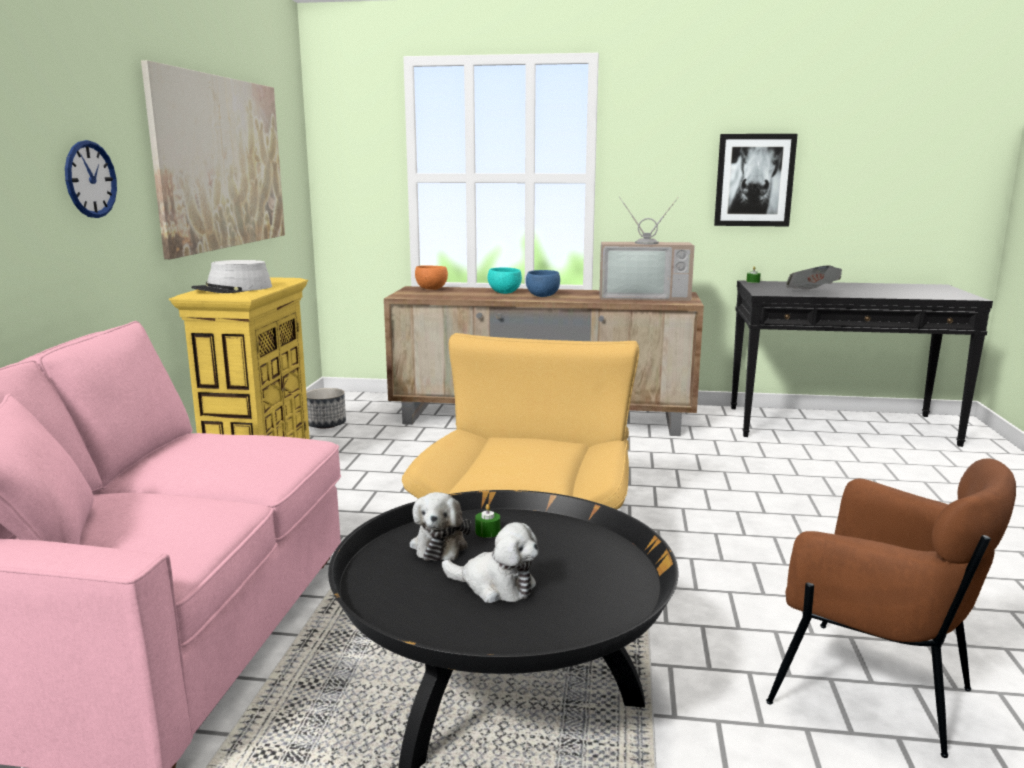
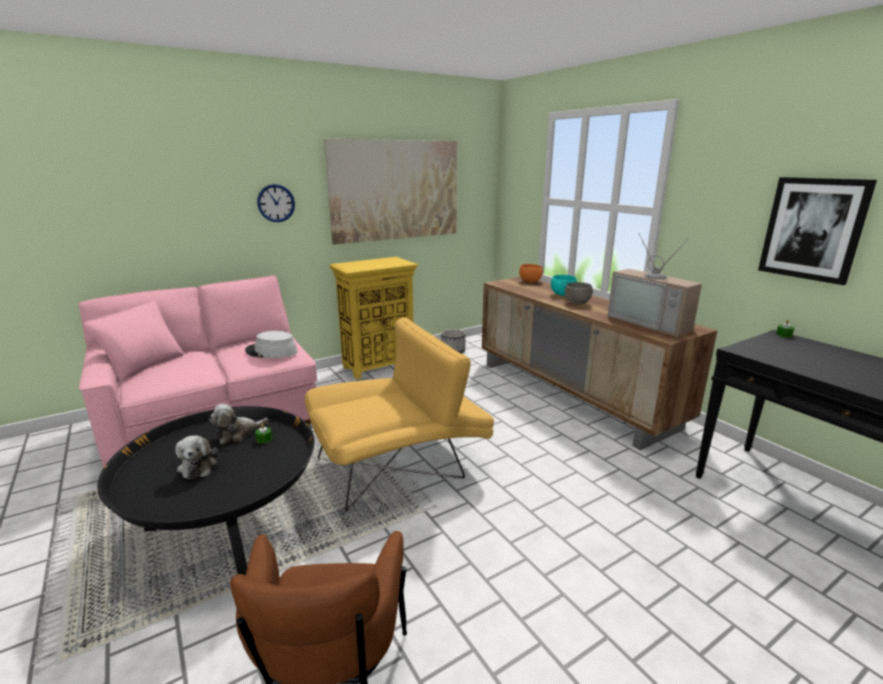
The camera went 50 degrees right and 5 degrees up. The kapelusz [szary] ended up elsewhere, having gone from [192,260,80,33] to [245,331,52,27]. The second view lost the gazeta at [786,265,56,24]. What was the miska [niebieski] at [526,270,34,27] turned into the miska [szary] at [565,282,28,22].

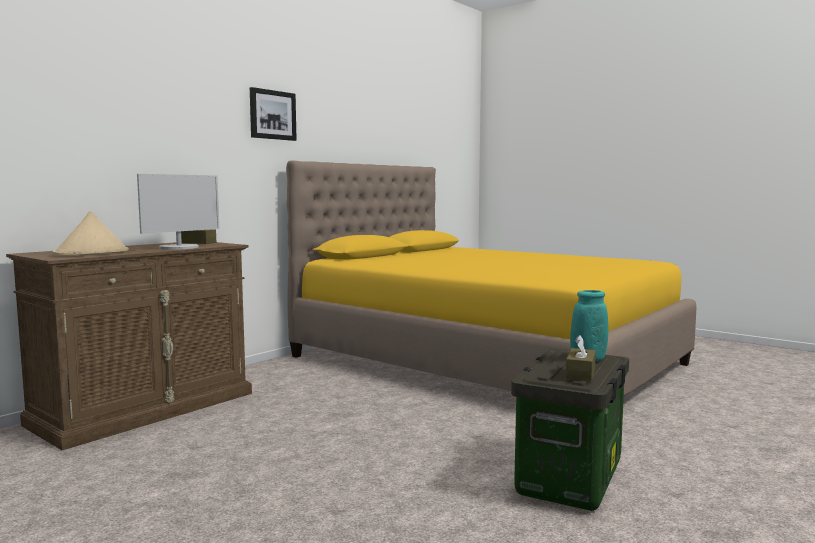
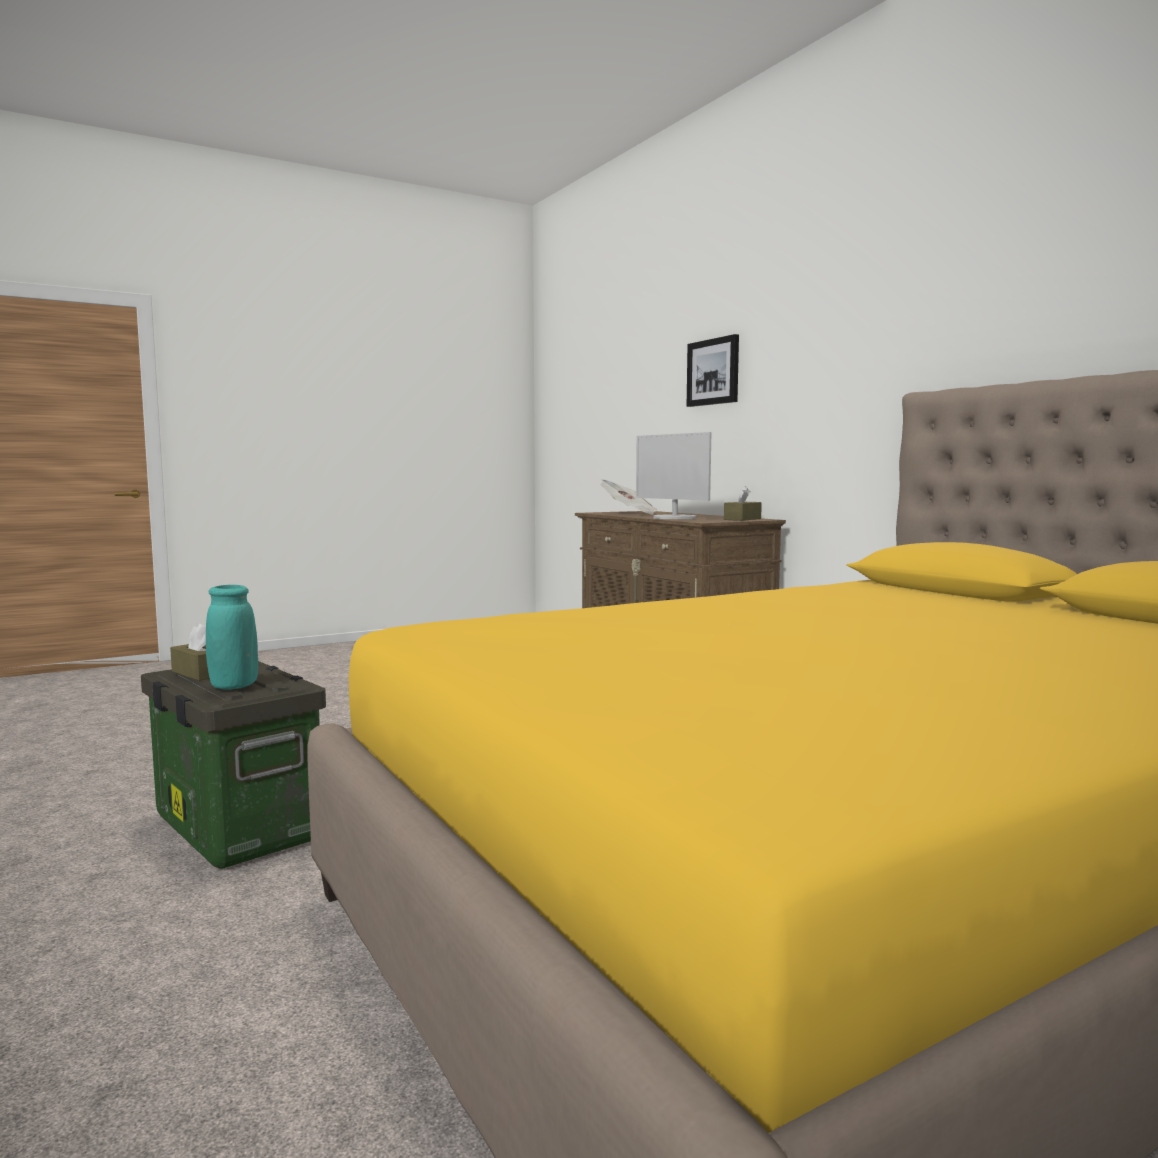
The camera went 110 degrees right and 0 degrees up. The obraz ended up elsewhere, having gone from [250,87,47,54] to [687,334,52,73]. Where the kapelusz [beżowy] stood at [52,211,77,44], the gazeta came to stand at [600,479,57,36].

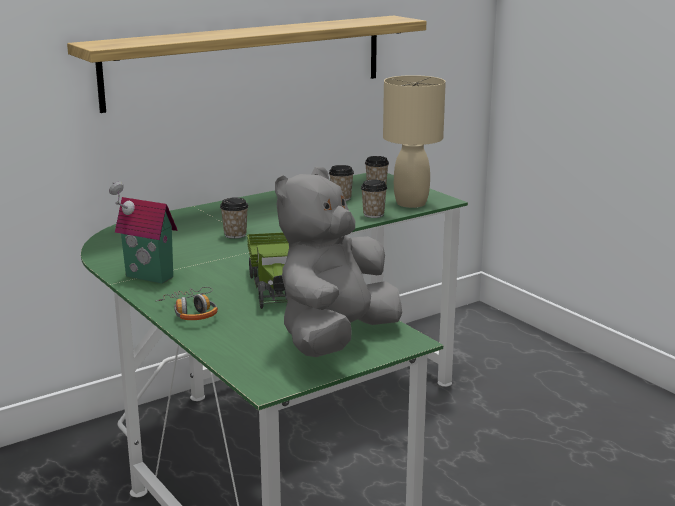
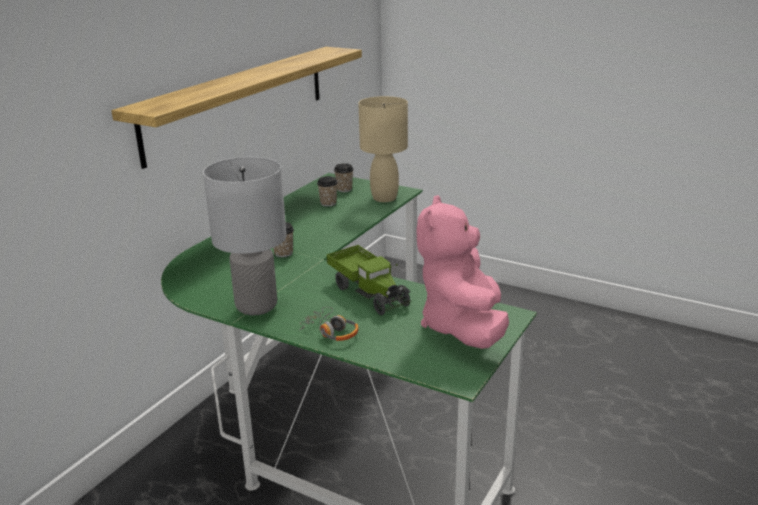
The camera went 25 degrees left and 5 degrees up. What was the pluszak [szary] at [275,167,127,190] turned into the pluszak [różowy] at [417,195,92,154]. The second view lost the filiżanka at [361,180,26,38]. Where the domek stood at [109,181,69,102], the lampa stołowa [szary] came to stand at [203,157,84,159].

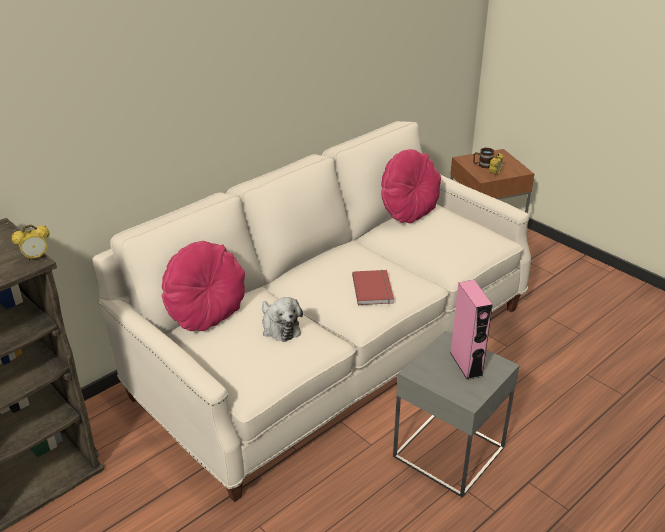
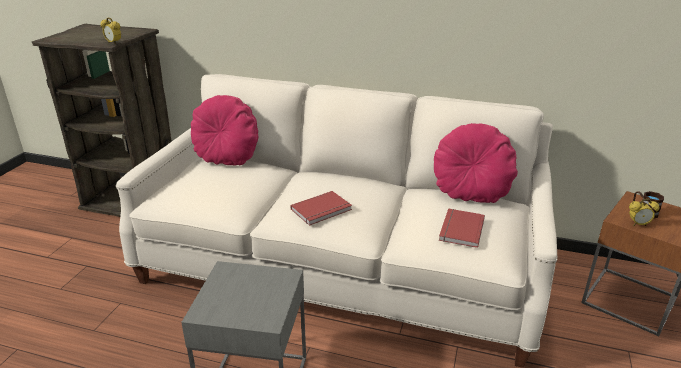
The camera went 60 degrees right and 5 degrees down. The second view lost the głośnik [różowy] at [450,280,43,100]. The second view lost the pluszak at [262,297,41,45]. The second view gained the książka [czerwony] at [439,208,46,40].

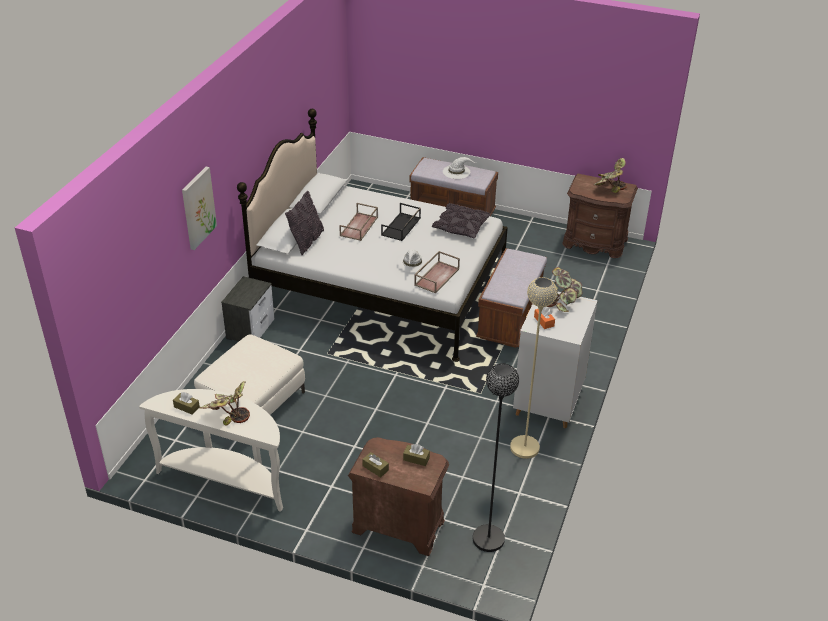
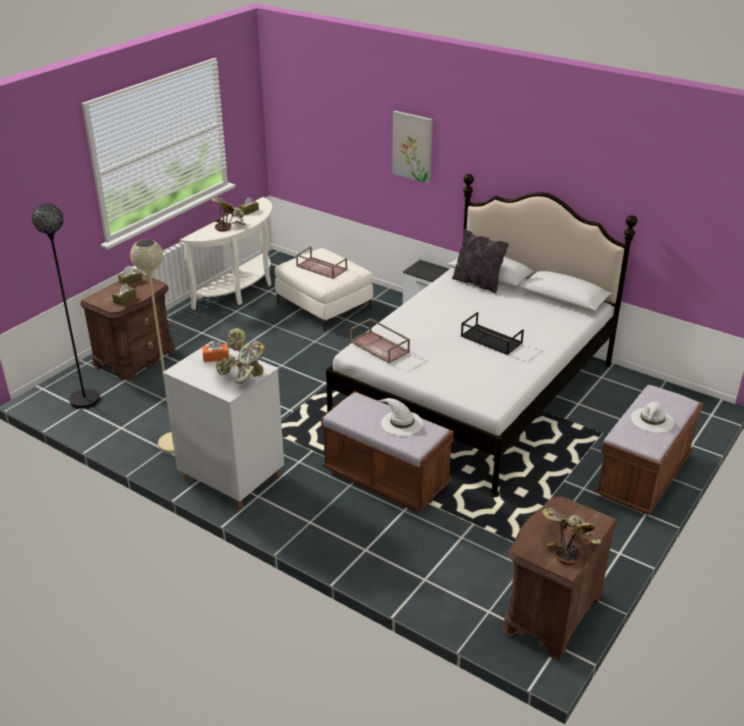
The camera went 105 degrees right and 5 degrees down. The taca [brązowy] ended up elsewhere, having gone from [339,203,39,38] to [296,246,51,33]. The second view lost the poduszka [czarny] at [432,203,59,35]. The kapelusz [biały] ended up elsewhere, having gone from [396,249,33,23] to [375,398,48,38].

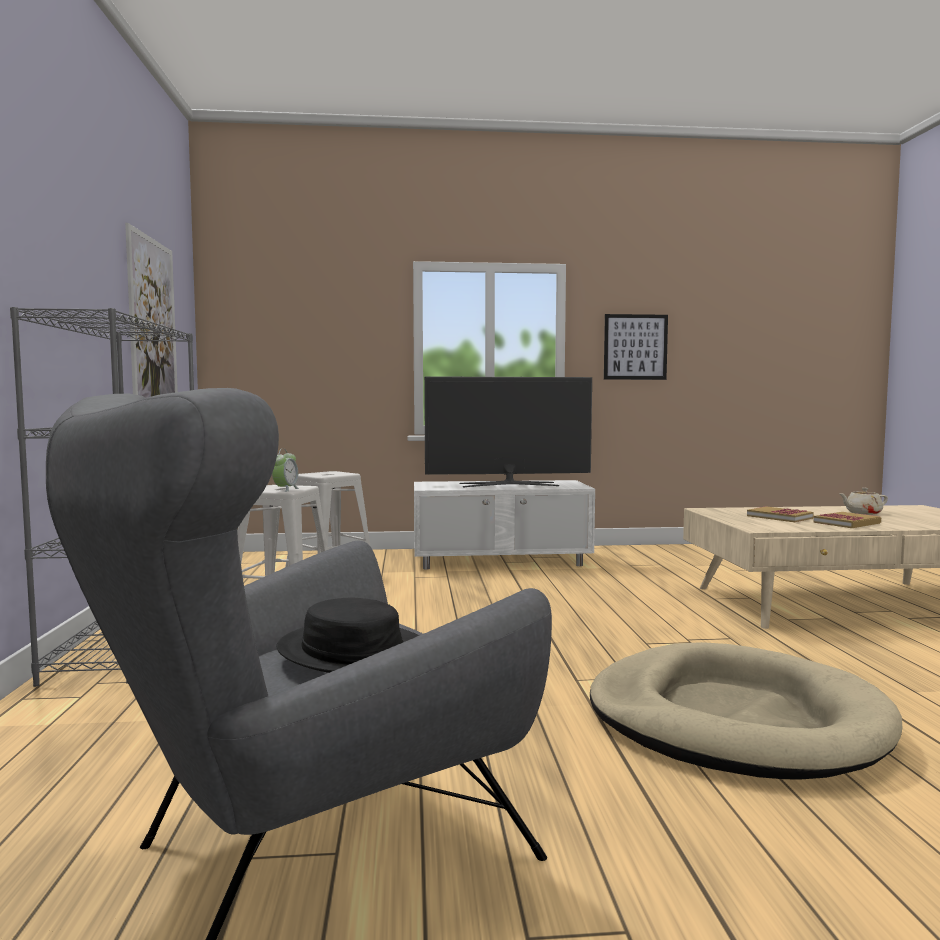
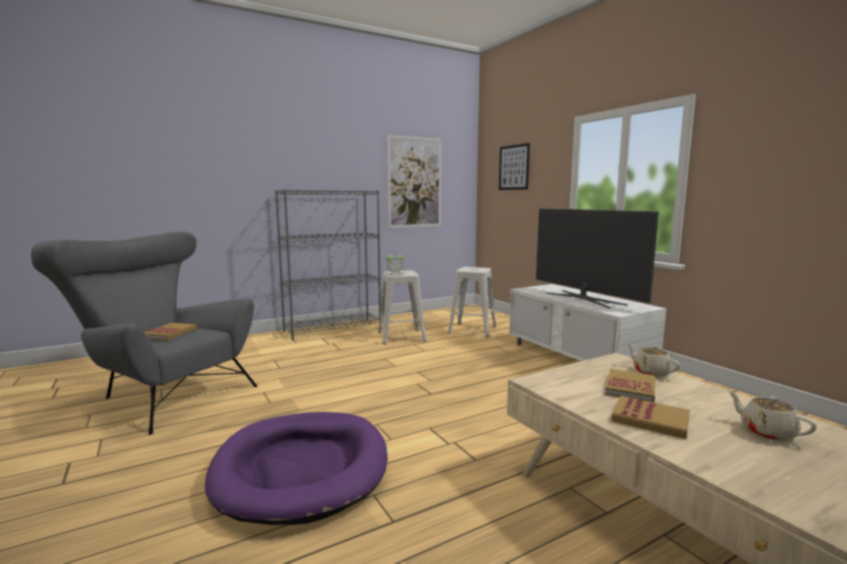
The camera went 65 degrees right and 5 degrees up. The obraz ended up elsewhere, having gone from [604,314,64,66] to [499,143,31,47]. Where the kapelusz [czarny] stood at [277,598,142,75], the książka came to stand at [144,323,53,18]. What was the legowisko [beżowy] at [590,642,312,138] turned into the legowisko [fioletowy] at [205,412,183,113]. The second view gained the imbryk [beżowy] at [627,344,53,33].

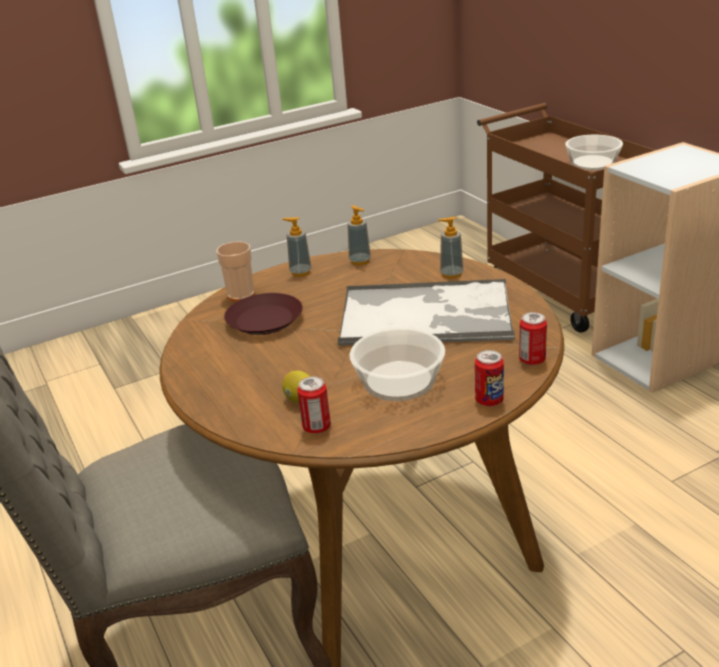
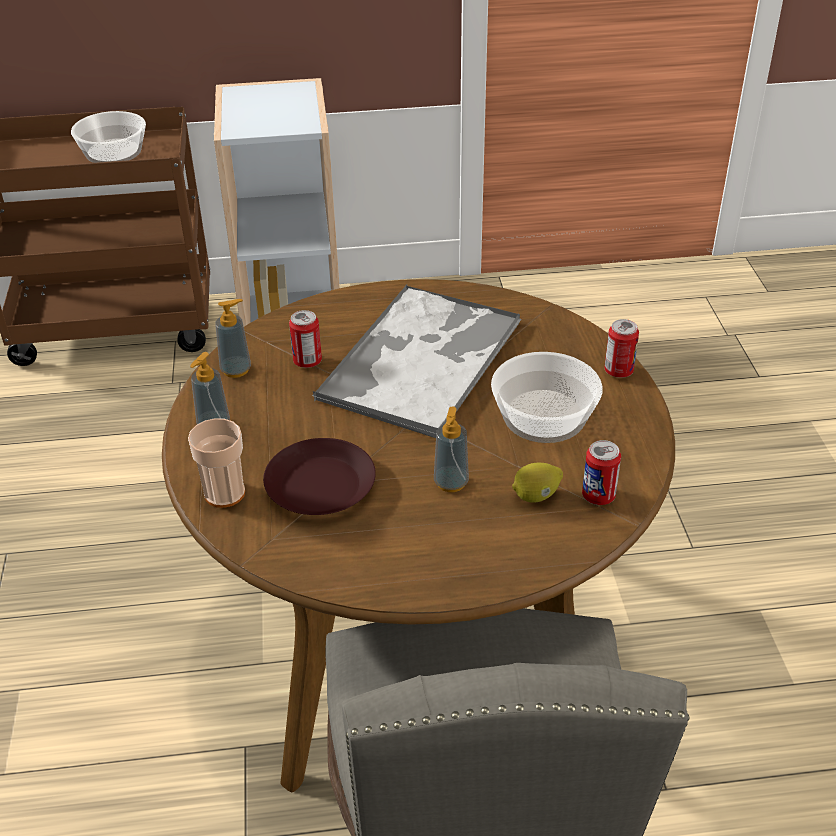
The camera went 70 degrees left and 10 degrees up. The dozownik mydła ended up elsewhere, having gone from [438,217,26,62] to [434,406,35,86]. The puszka ended up elsewhere, having gone from [519,312,28,53] to [289,310,33,58].

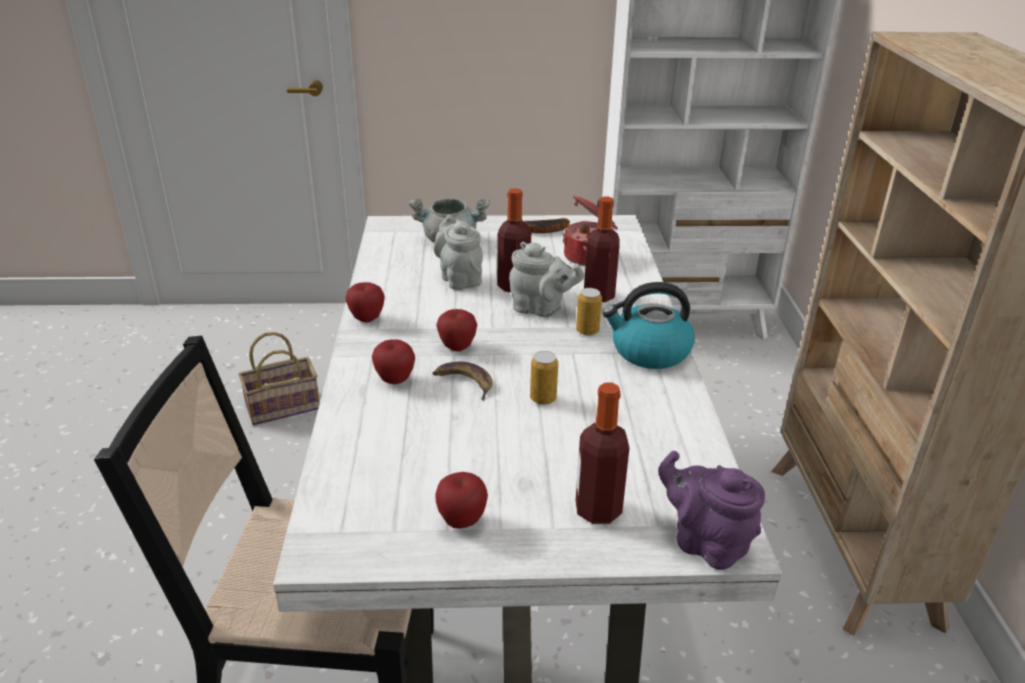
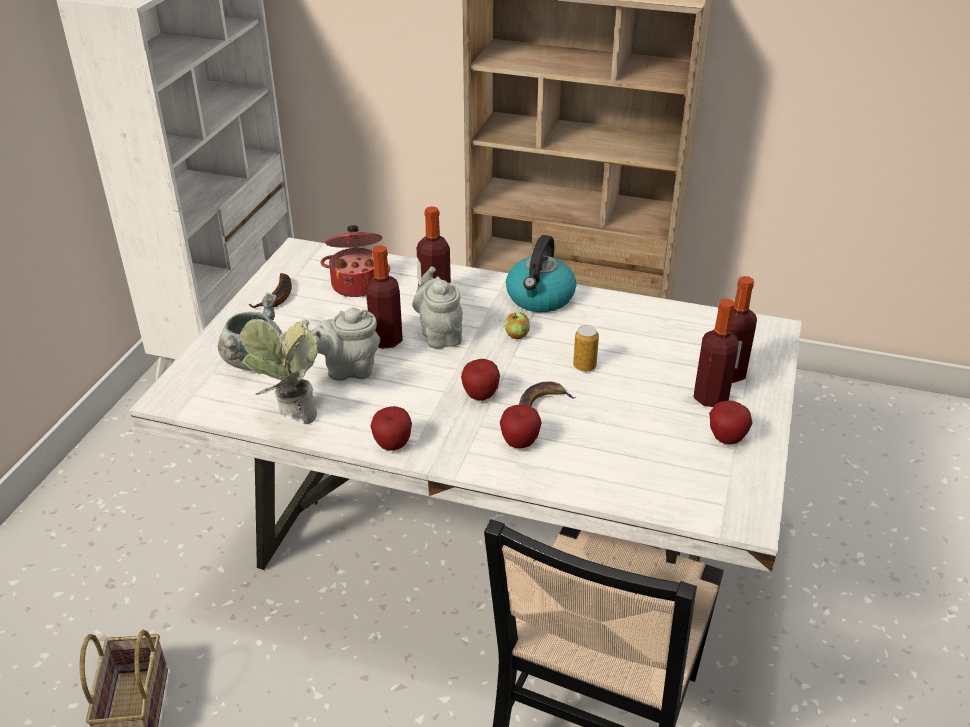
The camera went 70 degrees left and 5 degrees up. The imbryk [szary] at [509,242,76,75] ended up facing another way, 60 degrees counterclockwise from before. The second view lost the puszka at [576,288,26,48]. The second view lost the imbryk [fioletowy] at [658,450,107,120]. The second view gained the butelka at [693,299,45,108]. The second view gained the jabłko at [504,312,26,27]. The second view gained the roślina doniczkowa at [240,318,78,106].

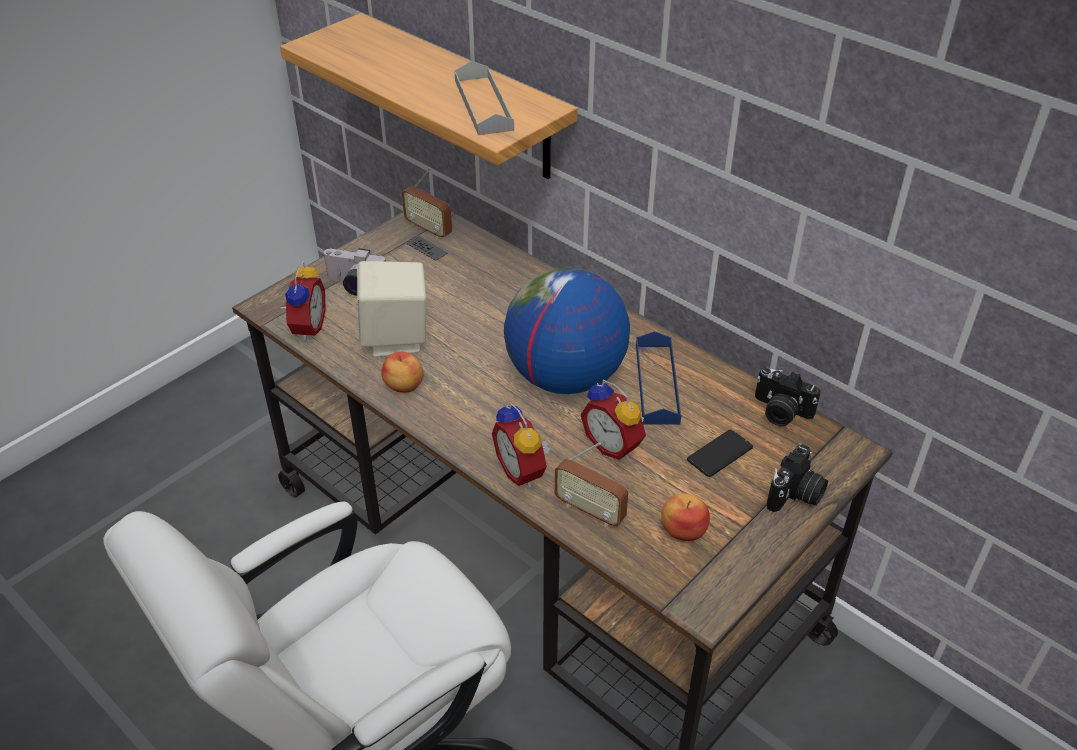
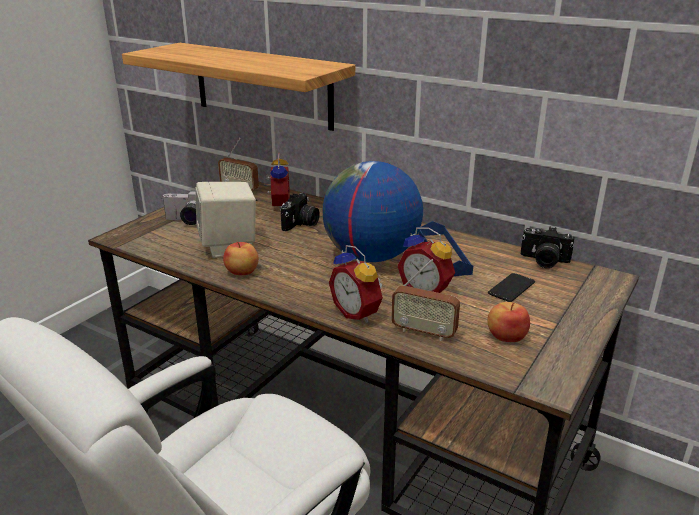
The camera went 10 degrees left and 15 degrees down. The second view lost the taca [szary] at [454,61,60,74]. The budzik ended up elsewhere, having gone from [281,261,45,80] to [265,153,25,58]. The aparat fotograficzny ended up elsewhere, having gone from [767,444,61,68] to [280,193,40,38].

